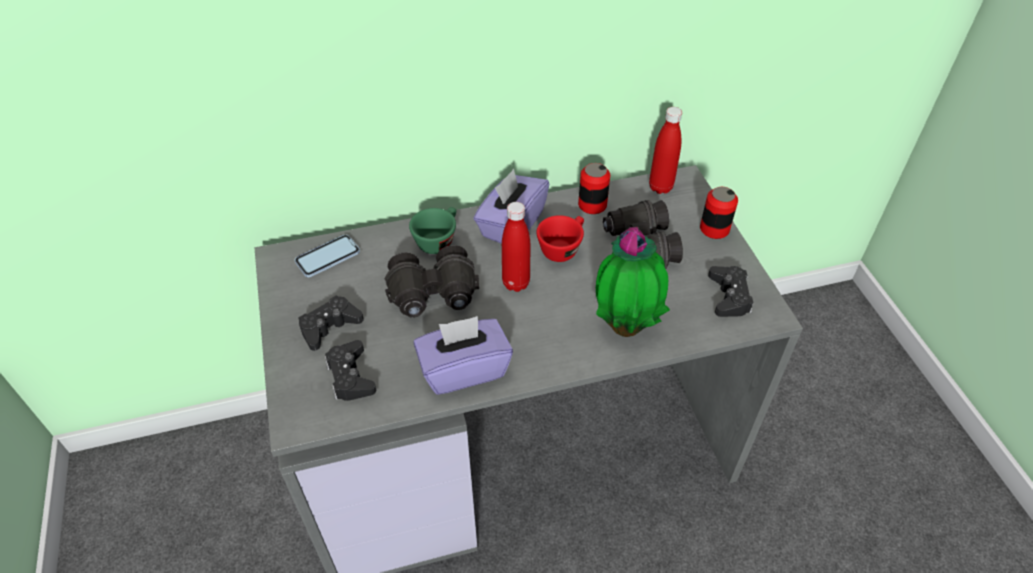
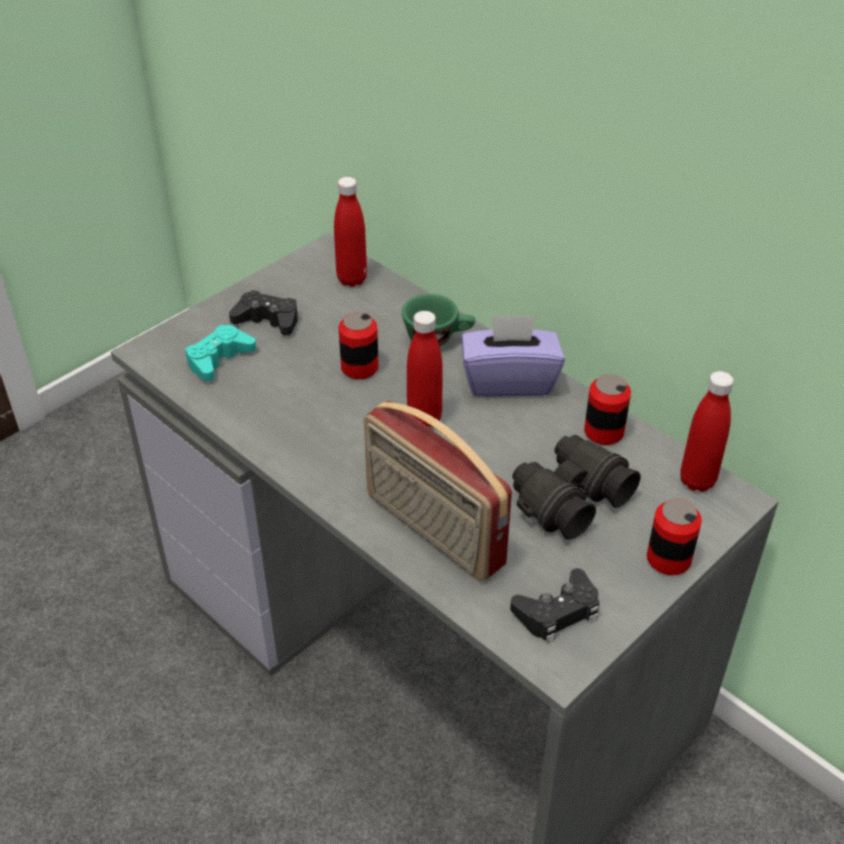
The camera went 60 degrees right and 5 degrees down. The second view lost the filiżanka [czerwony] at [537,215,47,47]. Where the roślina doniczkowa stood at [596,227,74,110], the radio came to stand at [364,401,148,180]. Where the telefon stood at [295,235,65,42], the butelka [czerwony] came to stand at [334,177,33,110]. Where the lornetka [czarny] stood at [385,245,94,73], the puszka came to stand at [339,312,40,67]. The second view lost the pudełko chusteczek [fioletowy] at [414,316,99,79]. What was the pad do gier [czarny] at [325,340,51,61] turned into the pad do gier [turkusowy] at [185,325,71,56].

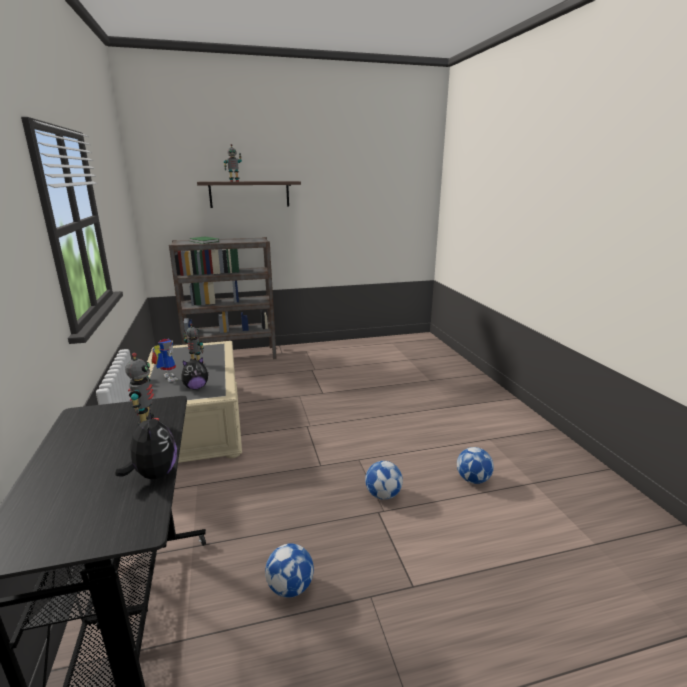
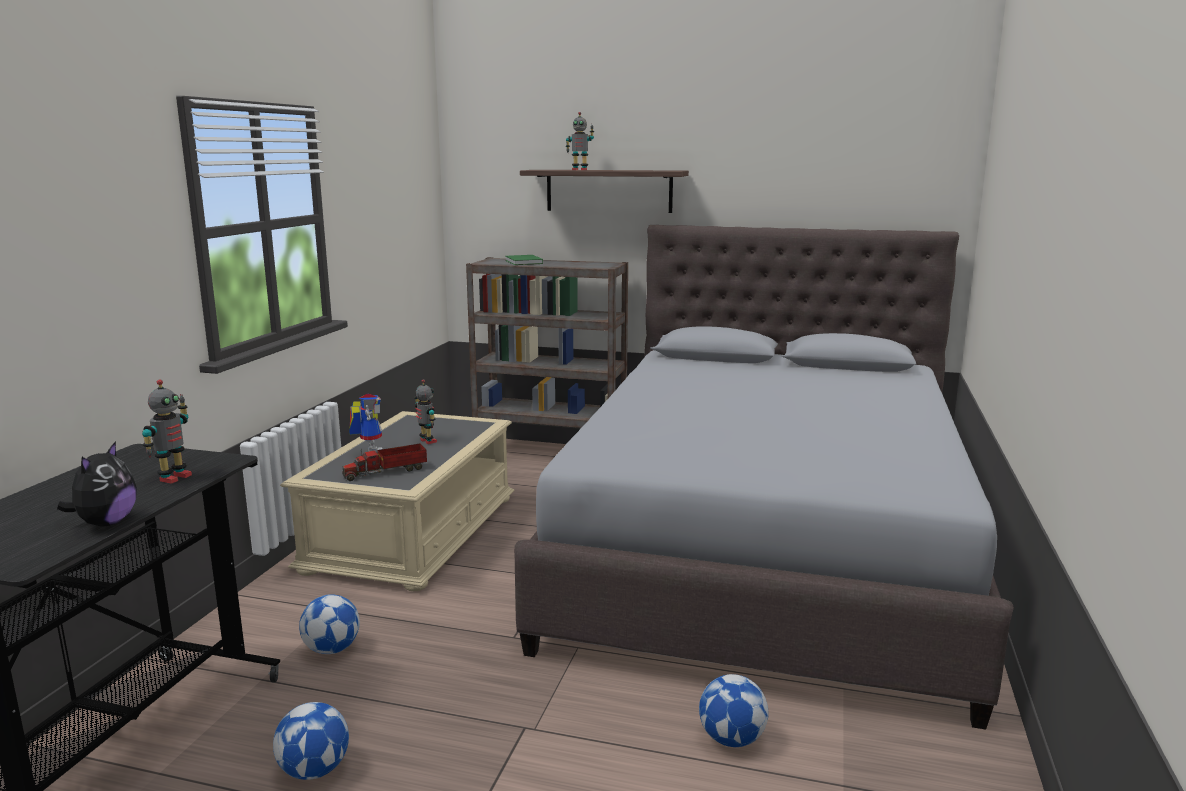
The camera went 30 degrees right and 5 degrees down. Where the pluszak stood at [181,357,28,32], the ciężarówka zabawkowa came to stand at [342,443,85,38]. The piłka futbolowa ended up elsewhere, having gone from [365,461,38,39] to [299,594,61,60]. The second view gained the łóżko [szary] at [514,225,500,504].

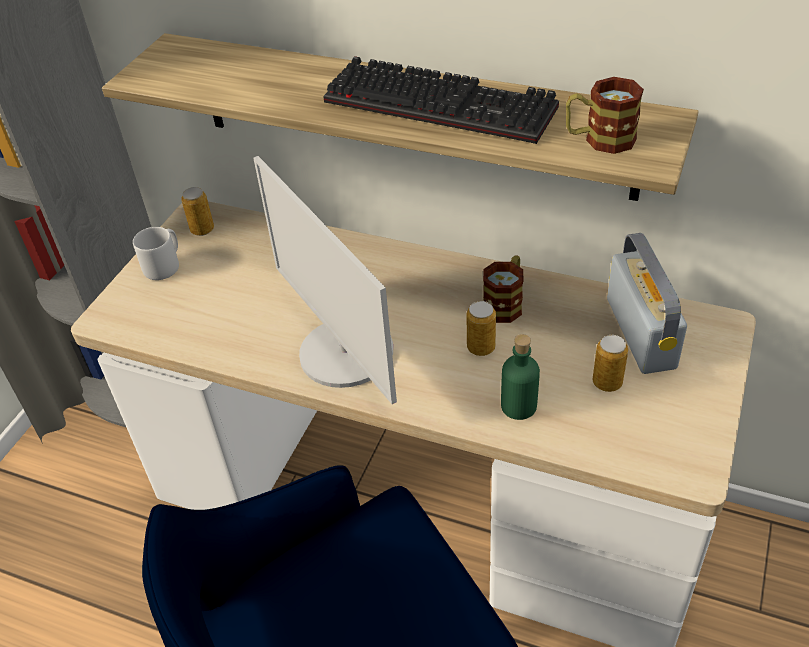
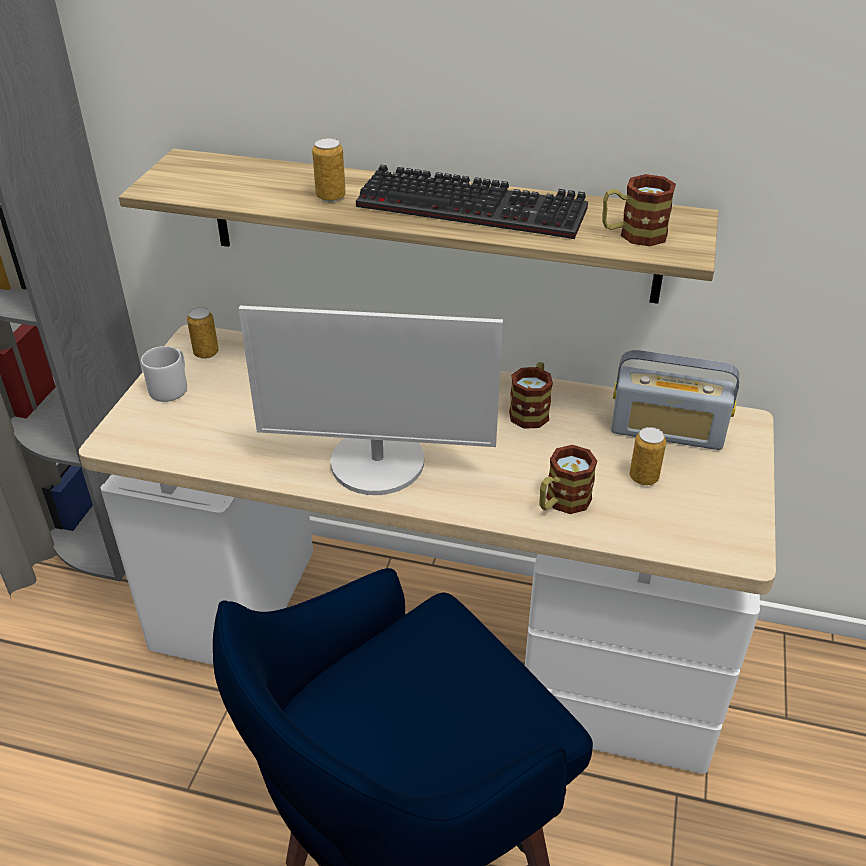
The camera went 10 degrees left and 5 degrees down. The monitor at [253,156,144,248] ended up facing another way, 45 degrees counterclockwise from before. The radio at [607,233,80,141] ended up facing another way, 120 degrees clockwise from before. The puszka ended up elsewhere, having gone from [466,301,30,55] to [312,138,34,64]. Where the butelka [zielony] stood at [501,334,39,86], the kubek came to stand at [539,445,58,69].

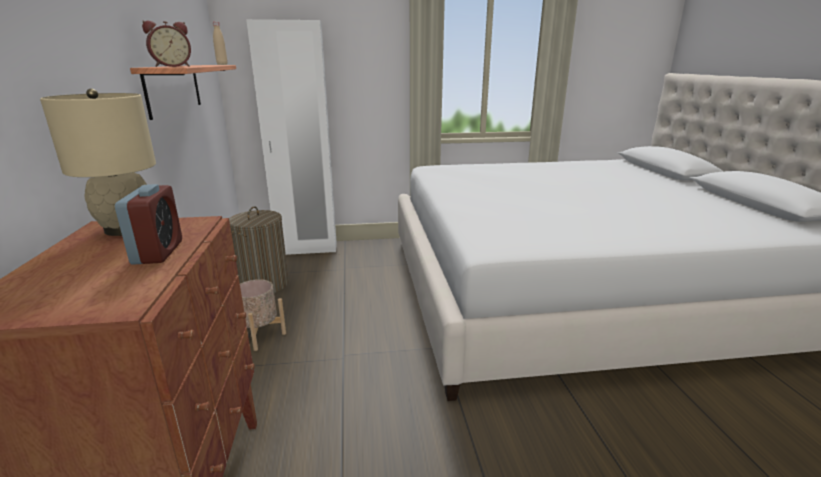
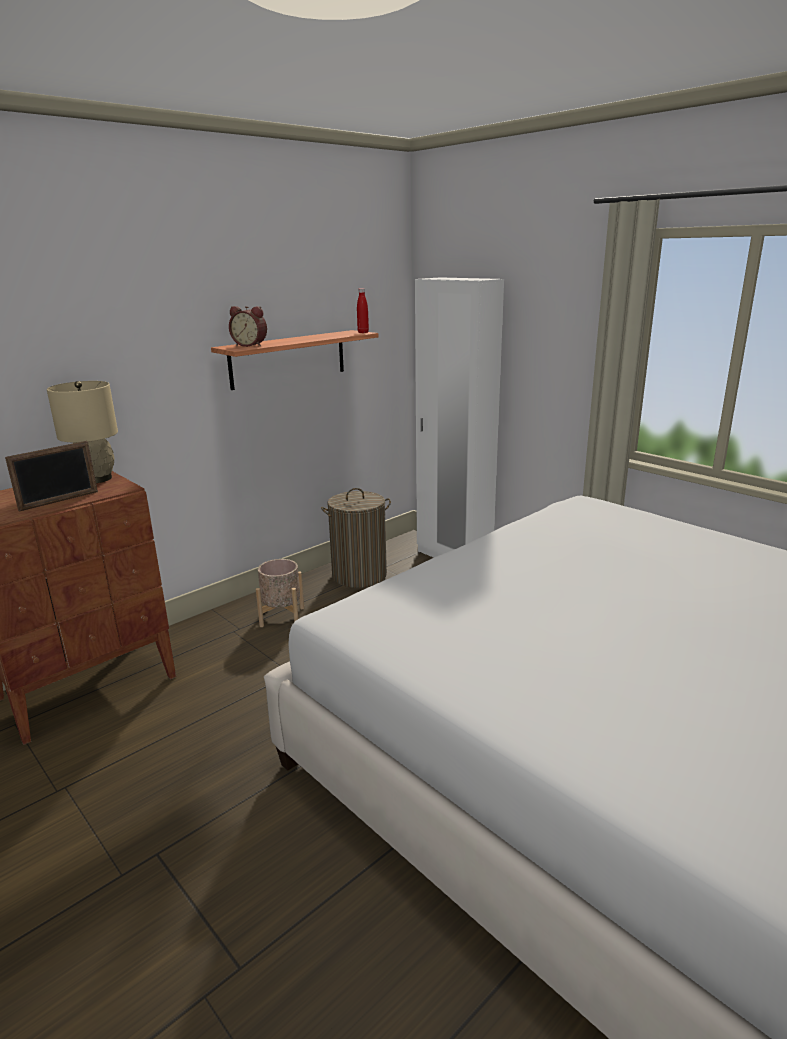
The camera went 55 degrees right and 0 degrees up. What was the butelka [beżowy] at [213,22,14,43] turned into the butelka [czerwony] at [357,288,12,45]. Where the budzik stood at [115,184,67,81], the ramka na zdjęcie came to stand at [5,441,93,71].

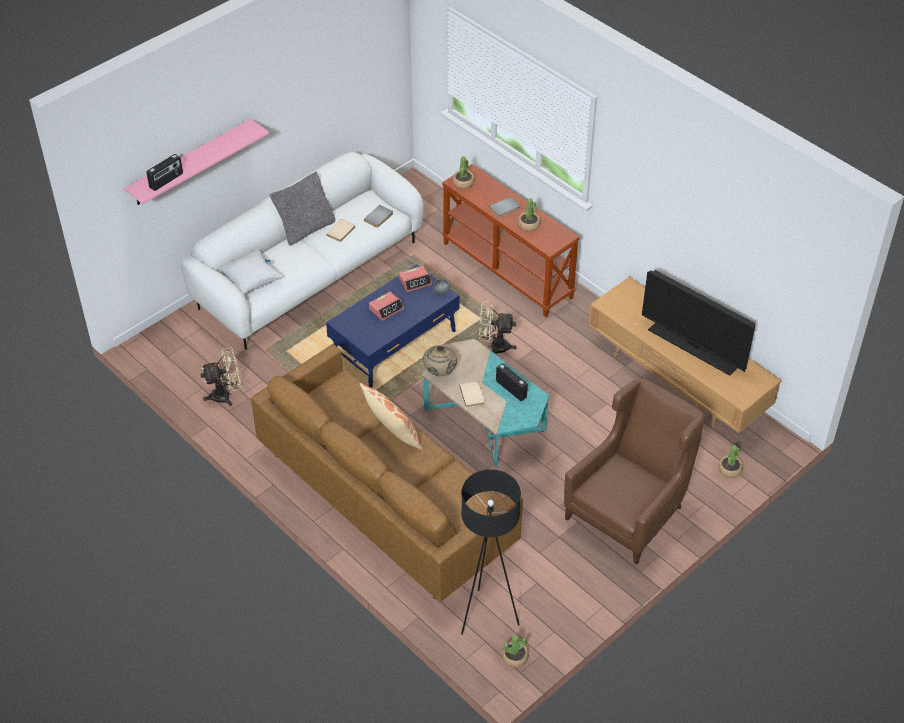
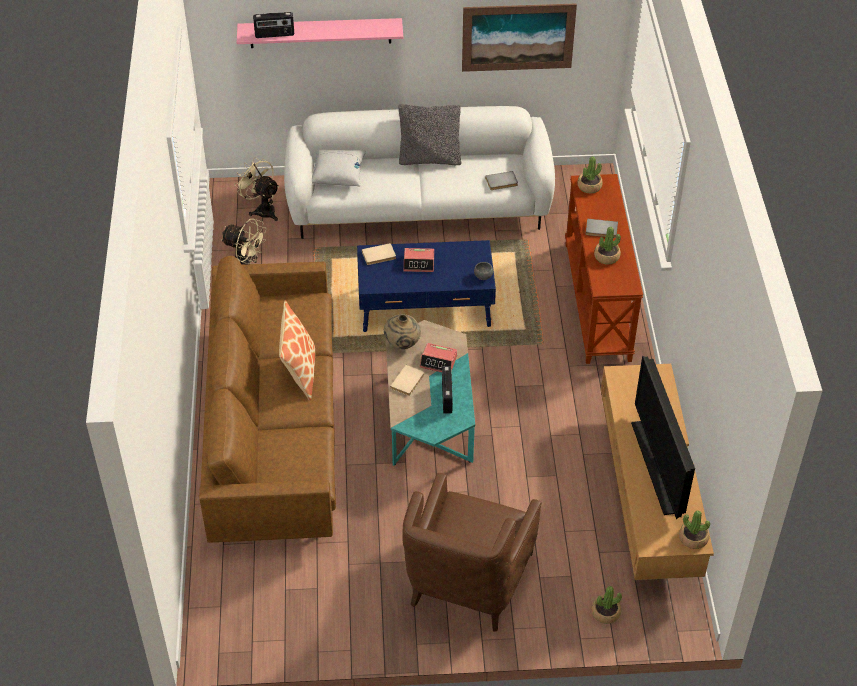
The camera went 40 degrees right and 0 degrees up. The książka [beżowy] ended up elsewhere, having gone from [326,219,29,23] to [362,243,34,22]. The budzik ended up elsewhere, having gone from [399,266,33,26] to [420,343,37,29]. The wentylator [beżowy] ended up elsewhere, having gone from [479,301,38,53] to [234,157,45,64]. The fotel [brązowy] at [564,378,140,187] ended up facing another way, 120 degrees clockwise from before. The second view lost the lampa stojąca [czarny] at [461,469,60,166]. The roślina doniczkowa ended up elsewhere, having gone from [502,635,27,33] to [679,510,31,39]. The second view gained the obraz at [462,3,115,69].

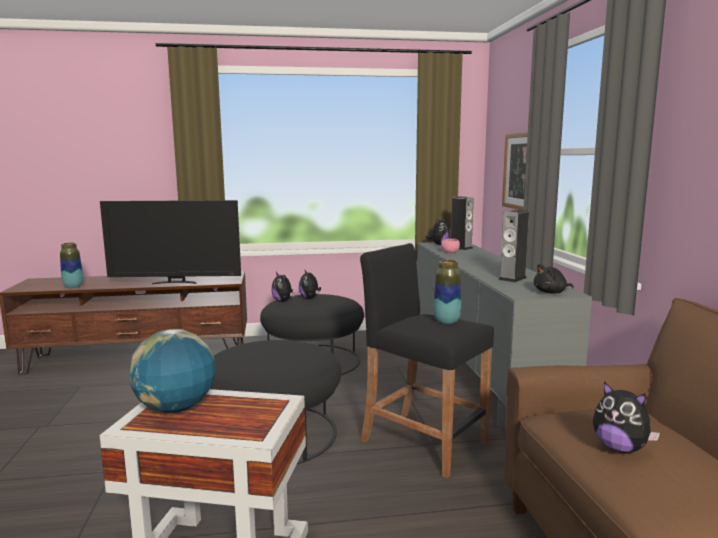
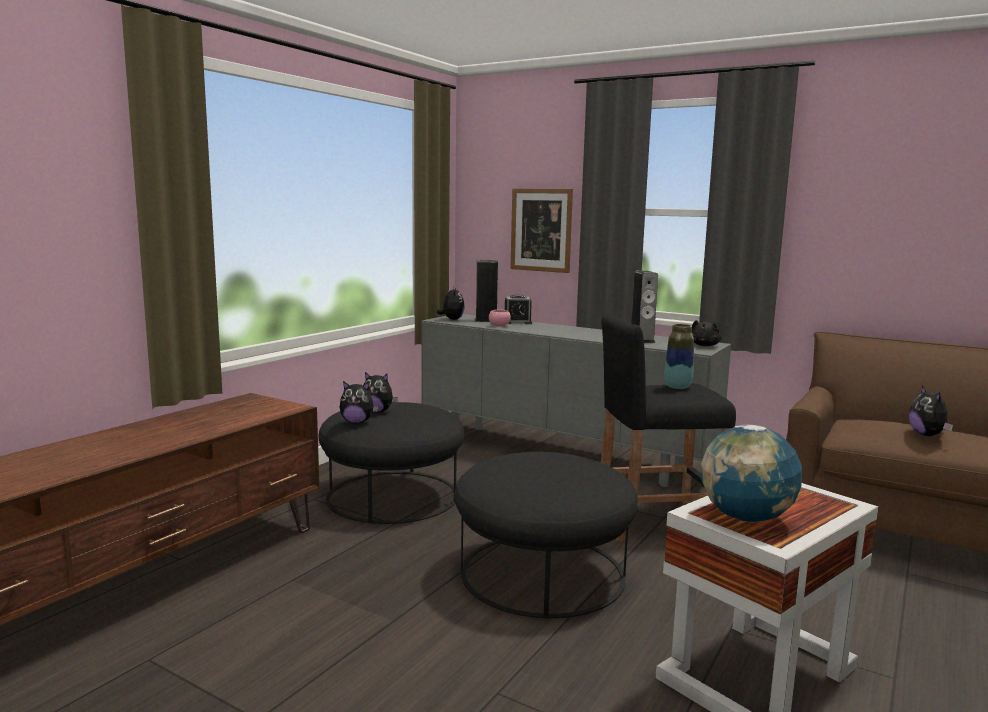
The camera went 50 degrees left and 0 degrees up. The second view lost the telewizor at [100,200,141,84]. The second view lost the wazon at [60,243,23,45]. The pluszak at [593,382,67,71] ended up facing another way, 90 degrees clockwise from before. The second view gained the budzik at [505,294,27,30].

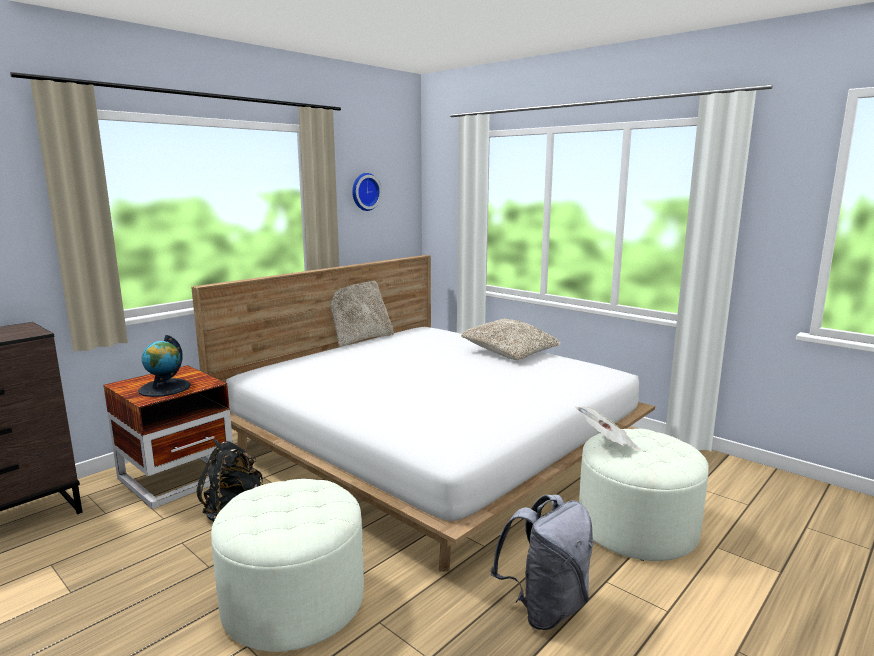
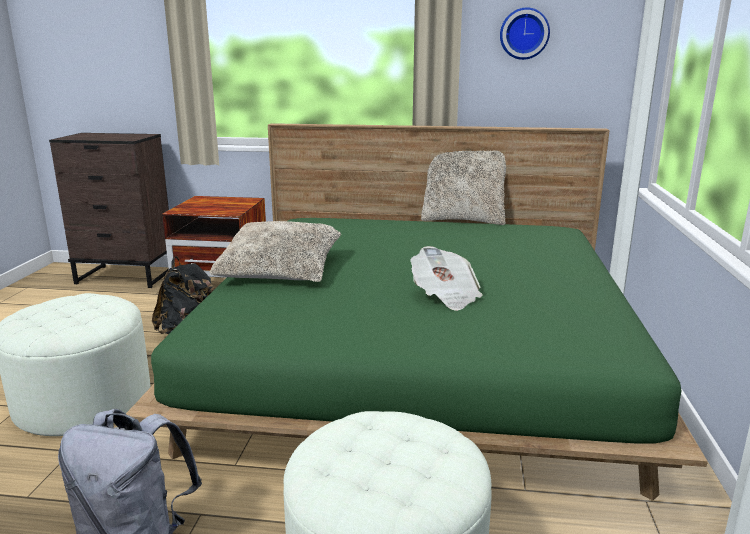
The camera went 55 degrees right and 5 degrees up. What was the łóżko [biały] at [191,255,464,316] turned into the łóżko [zielony] at [126,123,582,378]. The poduszka [beżowy] ended up elsewhere, having gone from [461,318,100,42] to [210,221,131,61]. The second view lost the globus at [138,335,53,62]. The gazeta ended up elsewhere, having gone from [575,407,65,43] to [410,246,73,65].

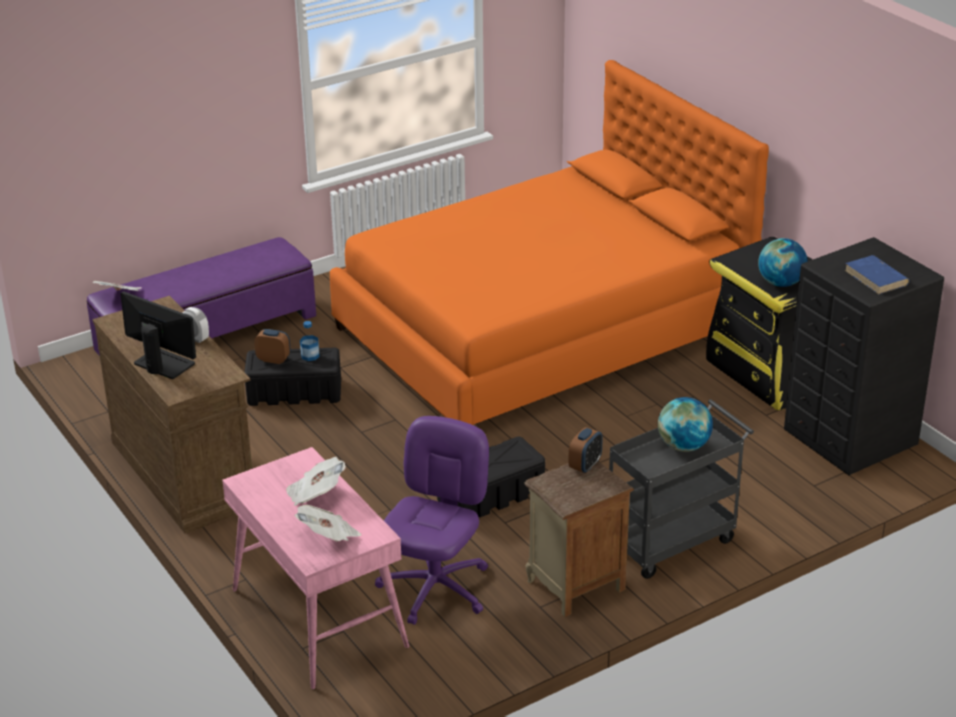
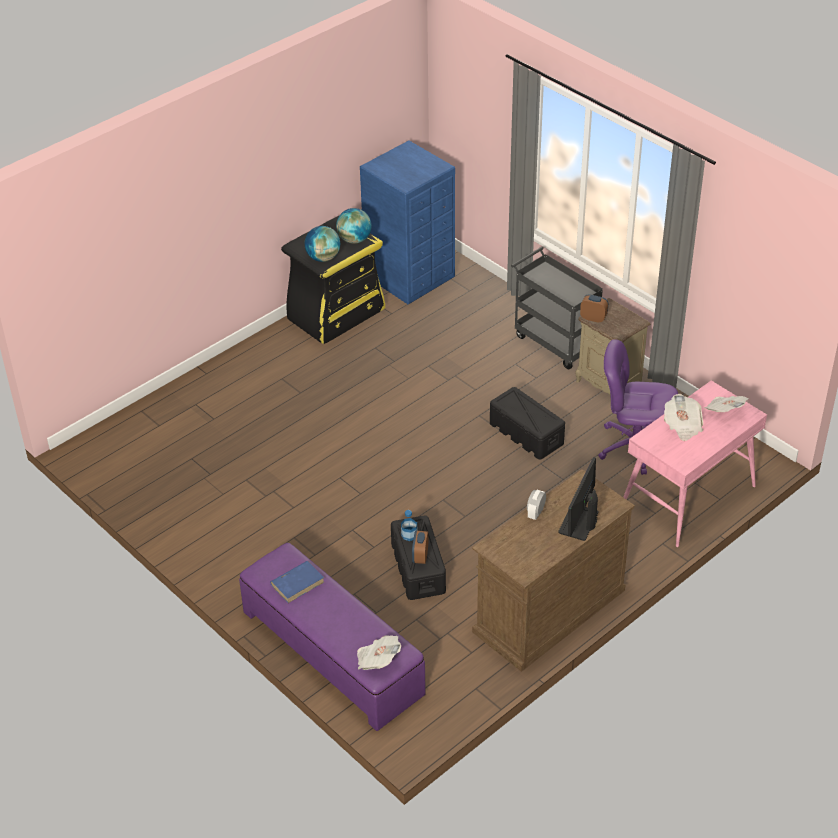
The camera went 100 degrees left and 10 degrees up. The second view lost the łóżko [pomarańczowy] at [330,60,439,365]. What was the komoda [czarny] at [784,237,160,238] turned into the komoda [niebieski] at [360,140,95,164]. The książka [niebieski] ended up elsewhere, having gone from [844,255,65,39] to [270,561,54,42]. The globus ended up elsewhere, having gone from [658,397,55,55] to [304,226,36,36].

